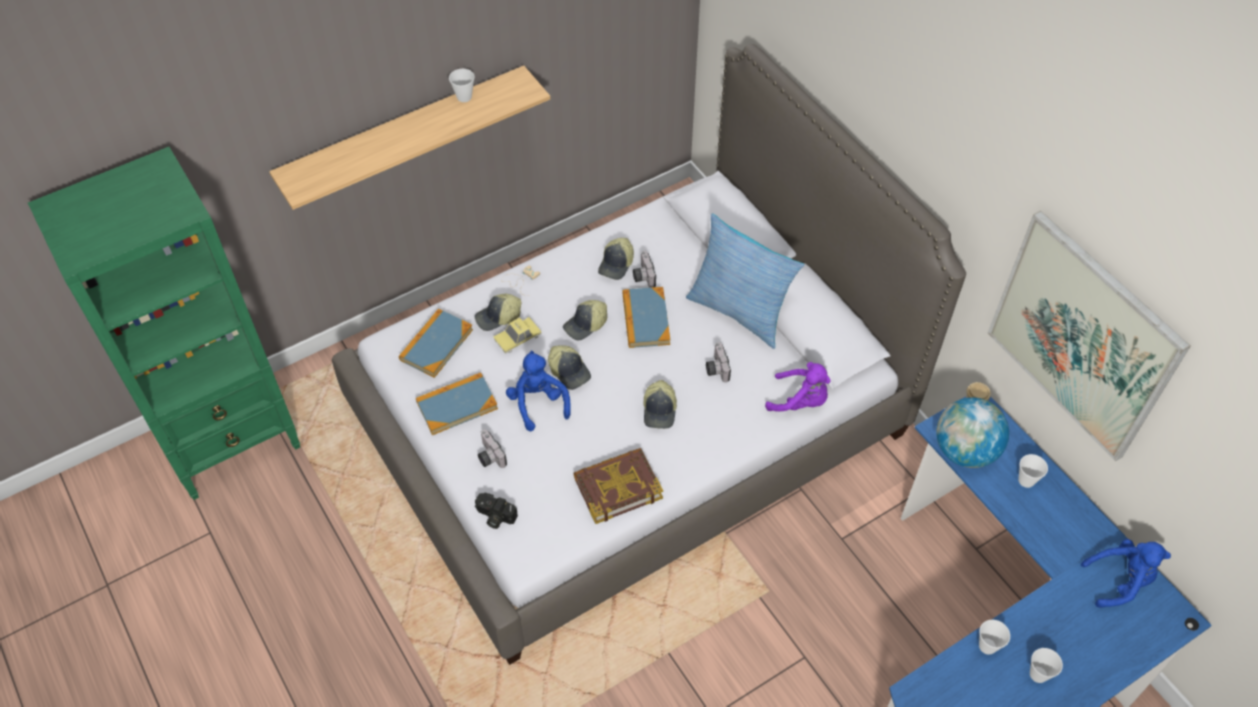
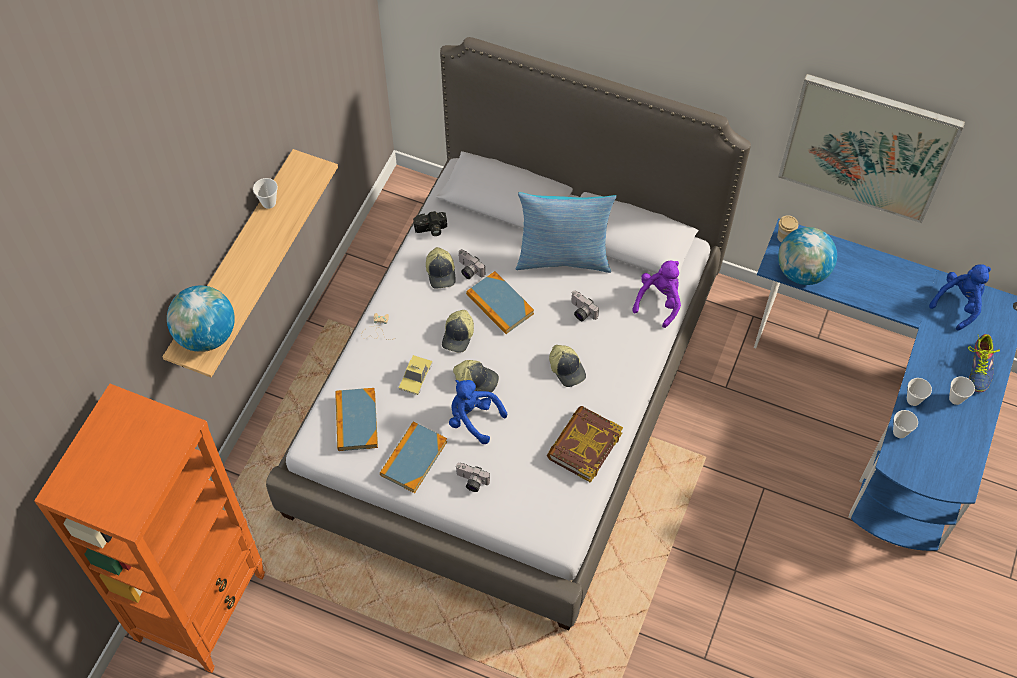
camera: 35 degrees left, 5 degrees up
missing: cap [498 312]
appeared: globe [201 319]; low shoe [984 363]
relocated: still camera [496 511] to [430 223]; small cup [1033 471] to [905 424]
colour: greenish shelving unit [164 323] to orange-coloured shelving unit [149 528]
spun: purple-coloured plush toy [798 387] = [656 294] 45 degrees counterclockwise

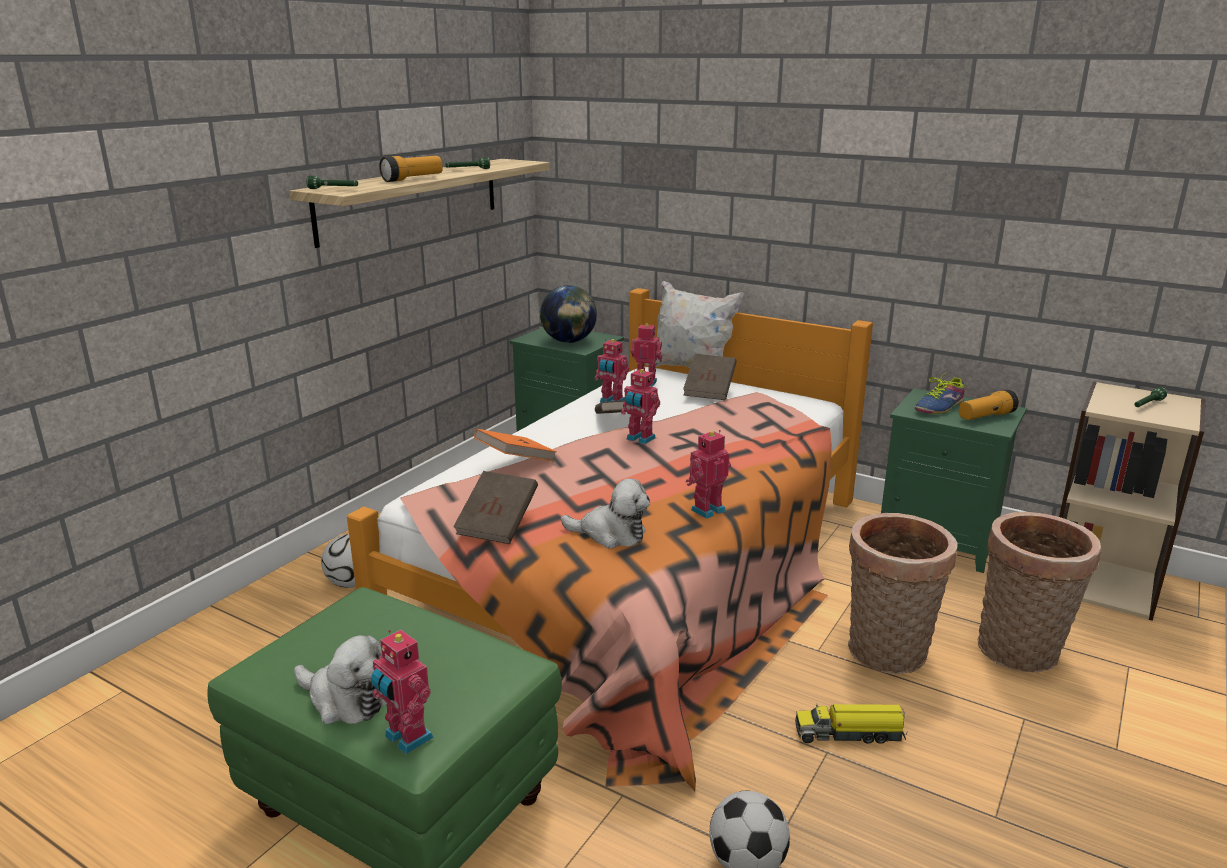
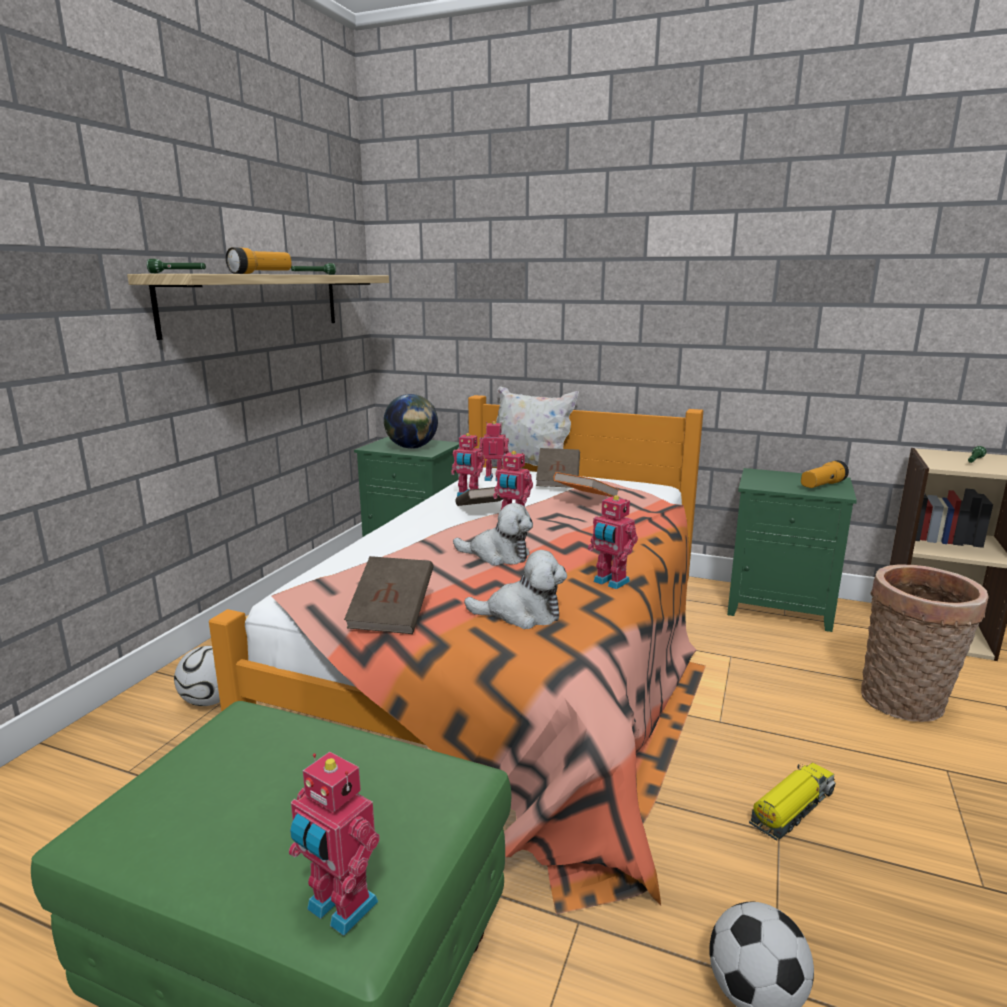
camera: 10 degrees left, 5 degrees down
missing: storage basket [903 593]; low shoe [940 393]
relocated: plush toy [341 679] to [493 534]; orange-coloured bound book [515 445] to [586 484]
spun: model robot [708 474] = [613 542] 90 degrees counterclockwise; toy lorry [850 724] = [792 802] 150 degrees clockwise

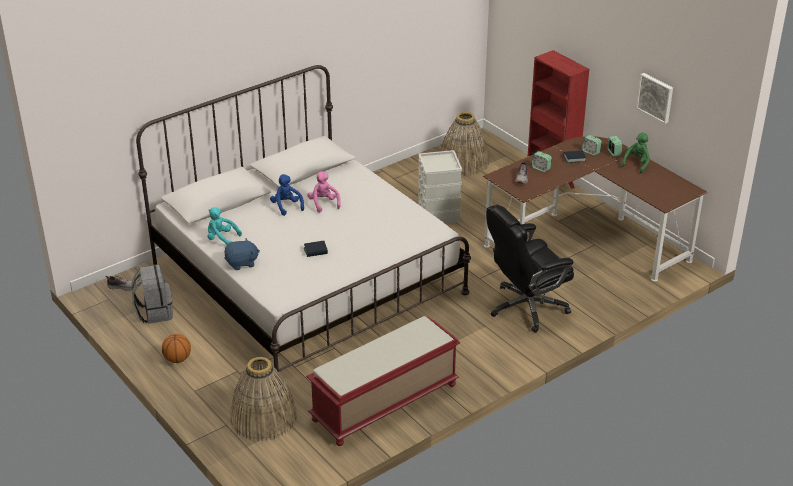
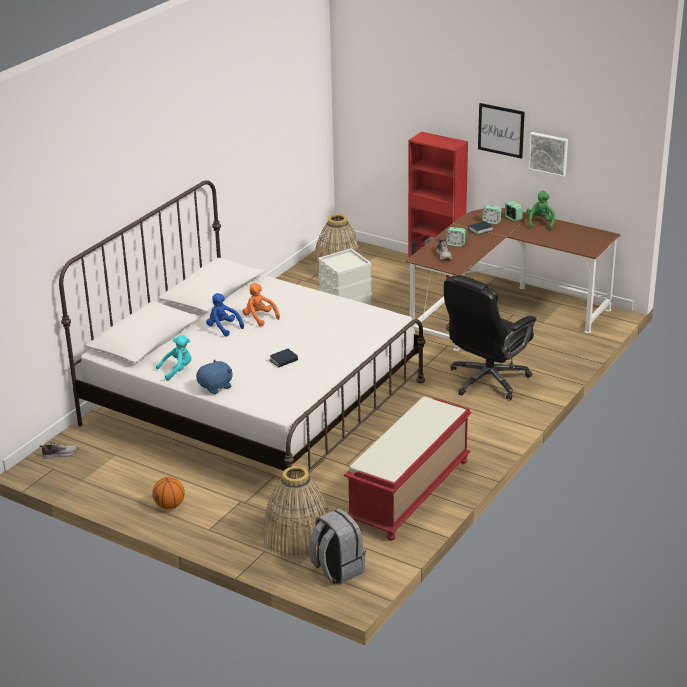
camera: 20 degrees left, 5 degrees down
appeared: picture [501 131]
relocated: grey rucksack [152 294] to [337 546]
colour: pinkish plush toy [324 192] to orange-coloured plush toy [261 304]
spun: blue-green plush toy [225 226] = [174 358] 150 degrees clockwise

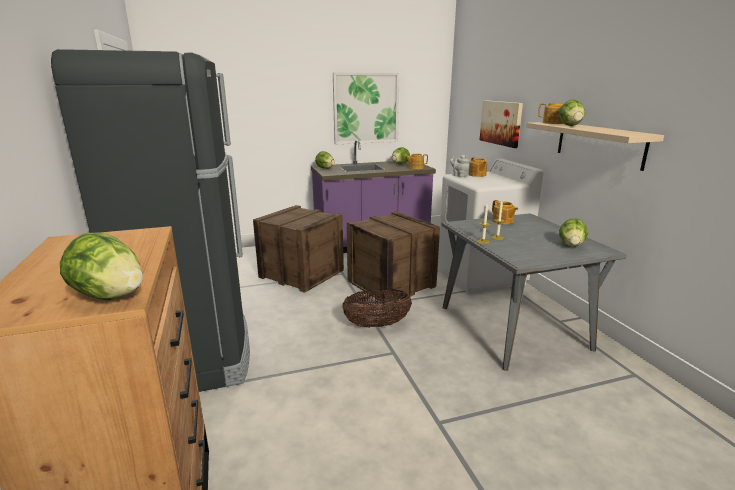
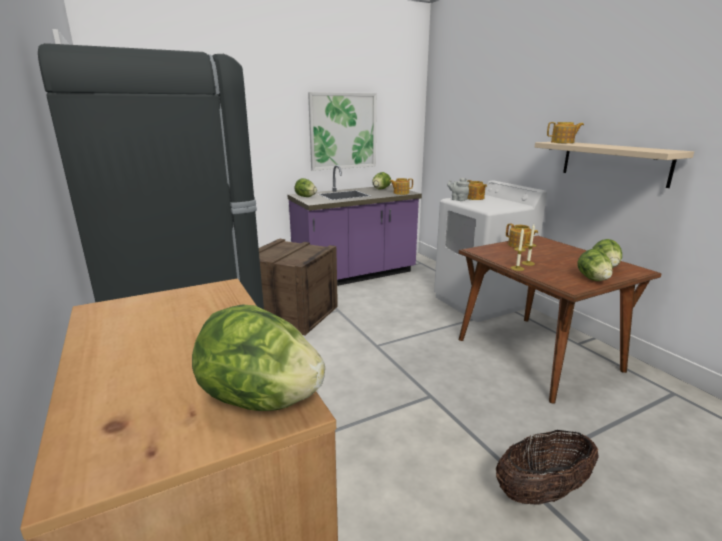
camera: 10 degrees left, 0 degrees up
missing: shipping crate [393 256]; picture [501 124]
relocated: storage basket [377 308] to [547 467]; head of lettuce [571 113] to [595 265]
colour: grey dining table [534 292] to brown dining table [560 320]

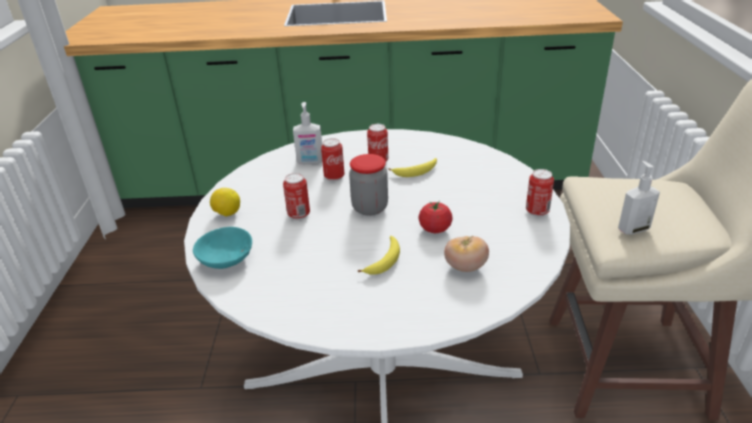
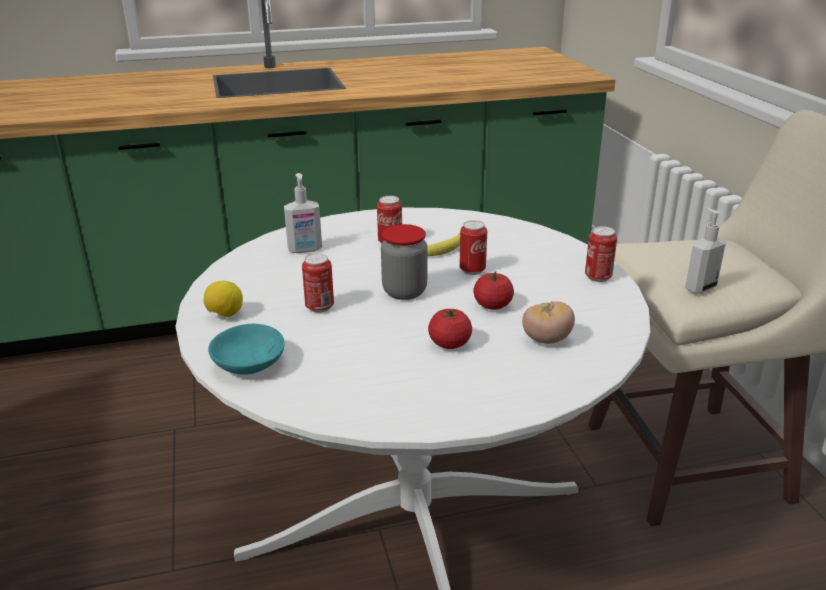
camera: 15 degrees left, 5 degrees down
relocated: can [332 159] to [473 247]
exchanged: whole banana [379 255] to fresh tomato [450 329]

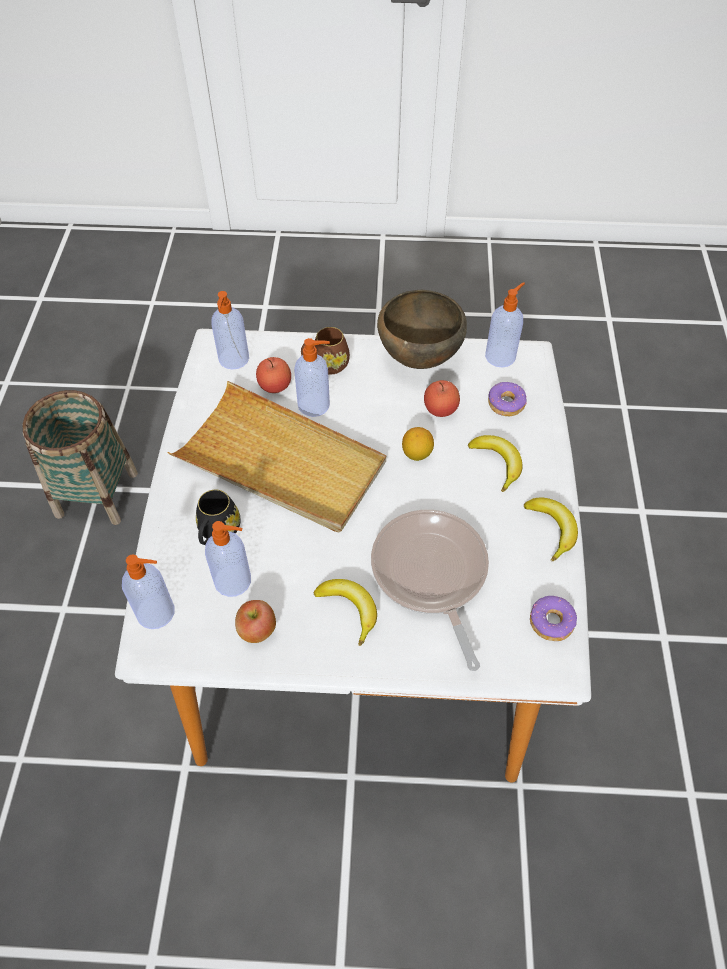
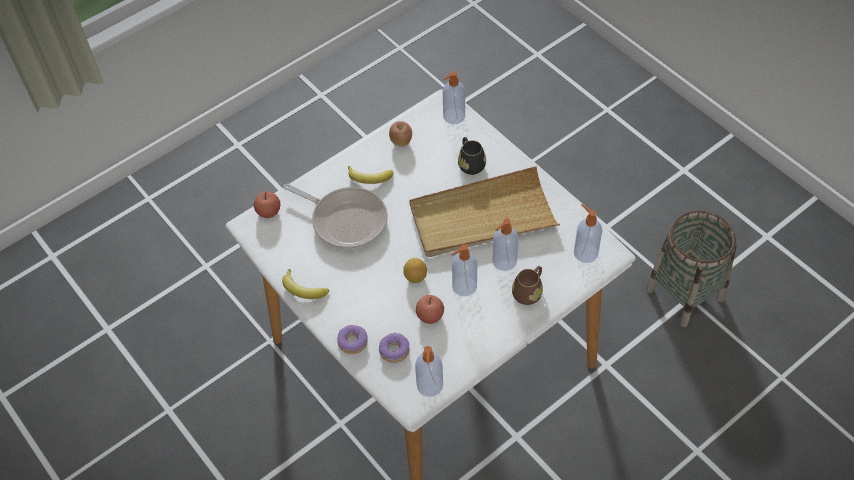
camera: 140 degrees right, 0 degrees up
missing: brown bowl [422 329]; whole banana [495 463]
relocated: soap dispenser [228 559] to [464 270]; apple [273 375] to [267 204]; doughnut [553 618] to [352 339]

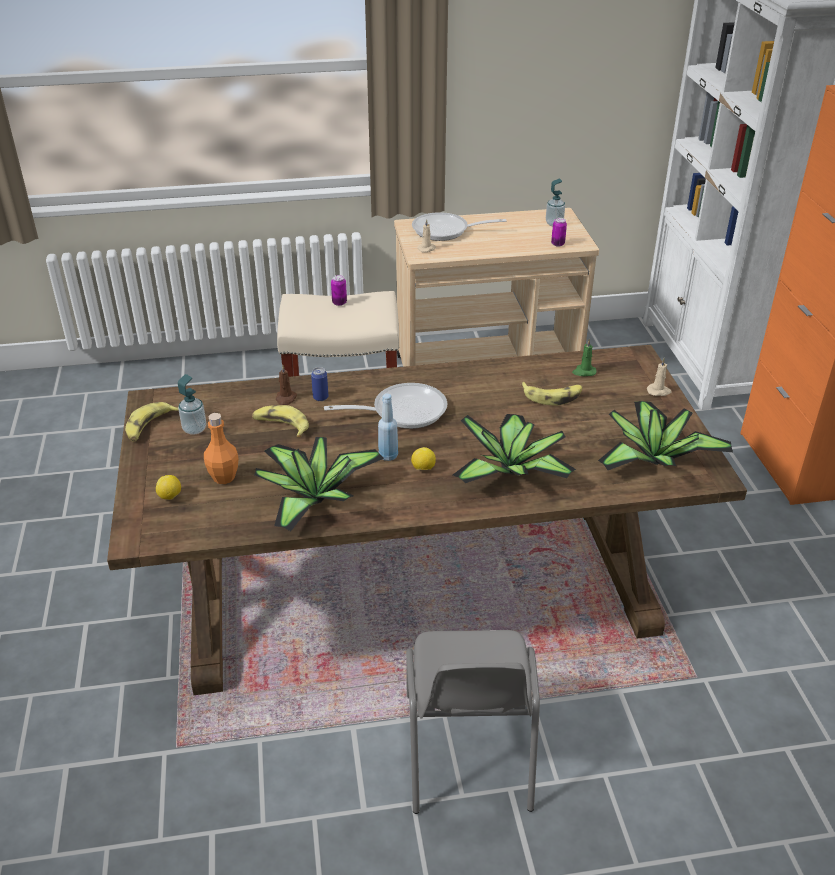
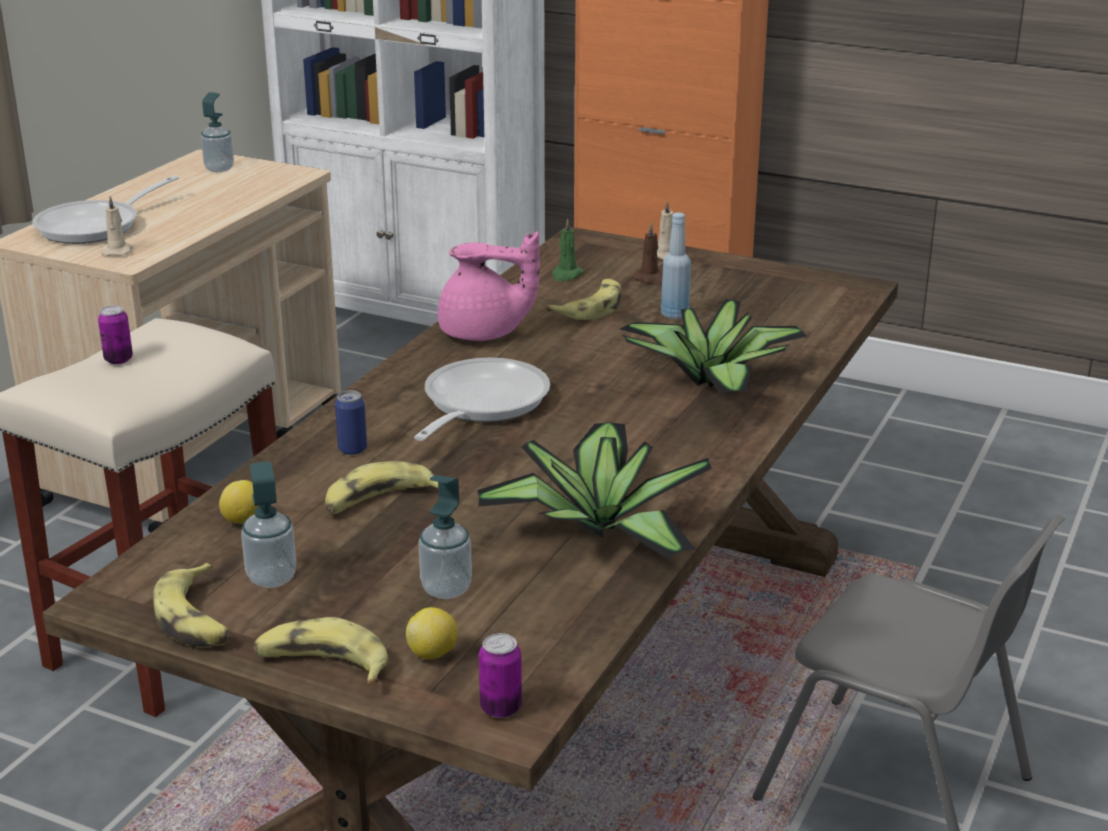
camera: 55 degrees left, 10 degrees down
missing: plant in a pot [665 435]
appeared: whole banana [321 651]; pinkish pot for tea [489 286]
relocated: brown wax candle [286 385] to [648 253]; blue drink bottle [388 427] to [676 265]; citrus fruit [423 458] to [239 502]; can [559 232] to [500 675]
exchanged: orange-coloured drink bottle [221 448] to soap dispenser [445 537]

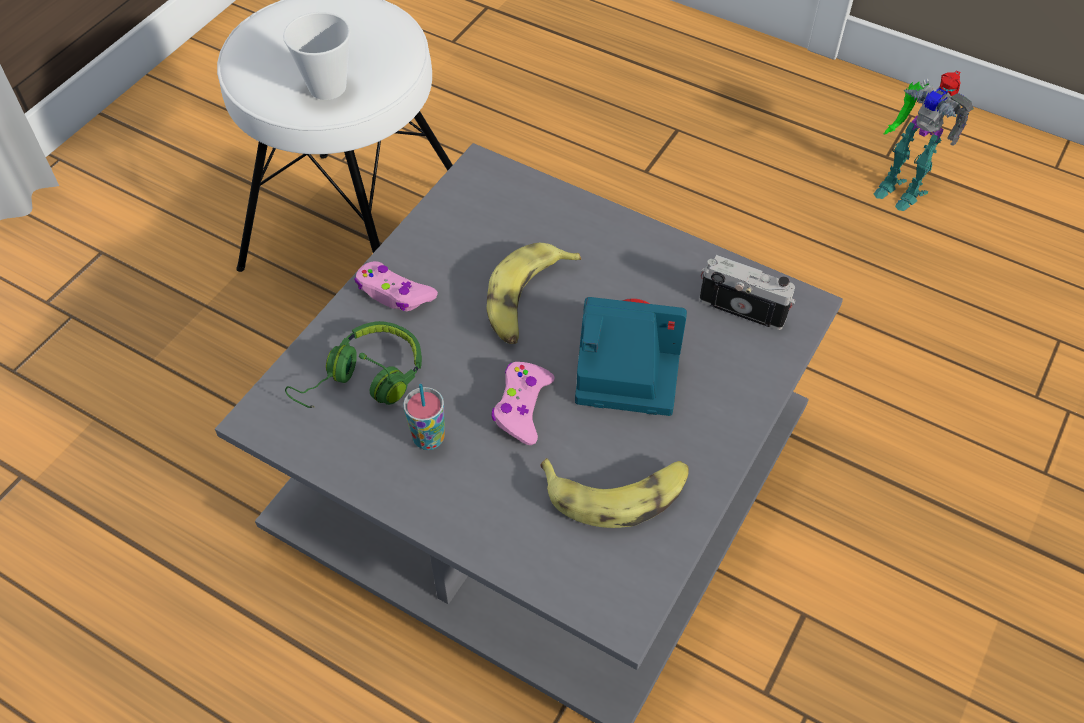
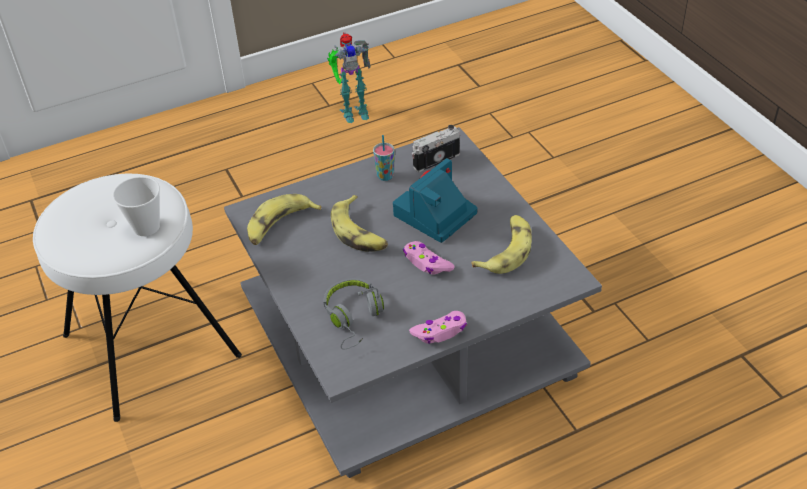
camera: 55 degrees left, 10 degrees down
appeared: whole banana [284 219]
relocated: pinkish gamepad [396 286] to [438 327]; small cup [424 417] to [384 158]
colour: greenish headset [353 364] to grey headset [354 313]

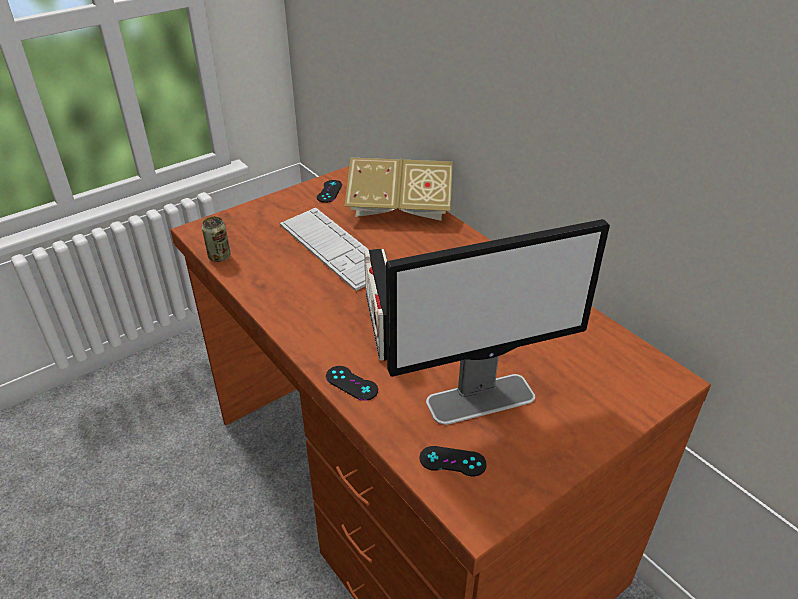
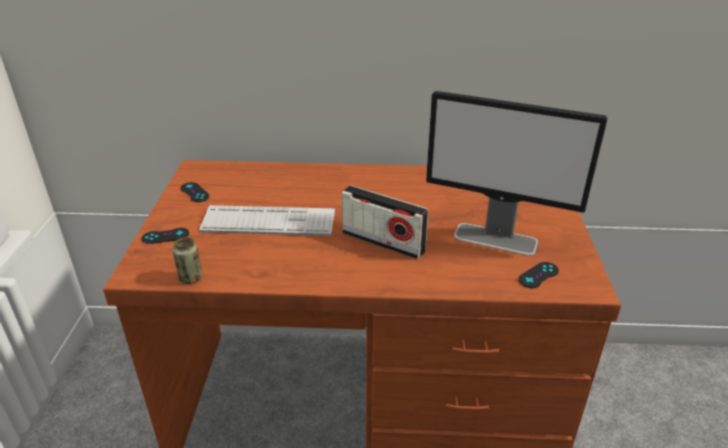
camera: 50 degrees left, 5 degrees down
missing: bound book [399 189]
relocated: black gamepad [352 383] to [165 236]
spun: computer screen [498 322] = [517 173] 90 degrees clockwise

